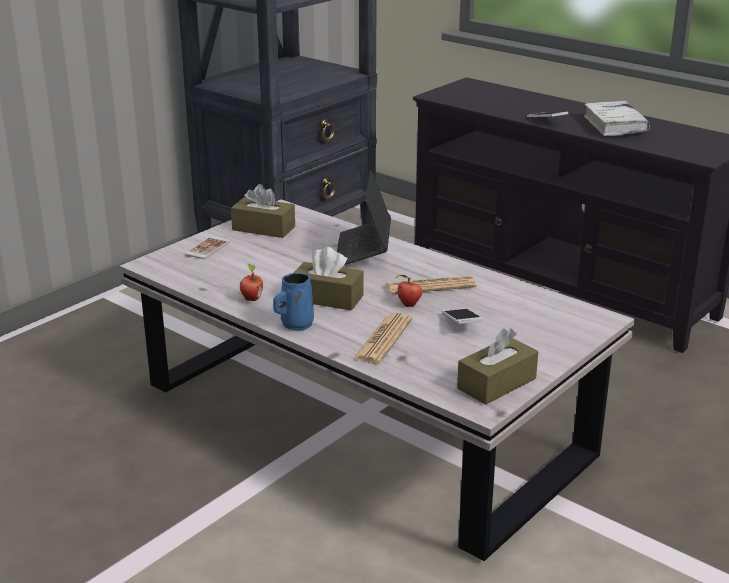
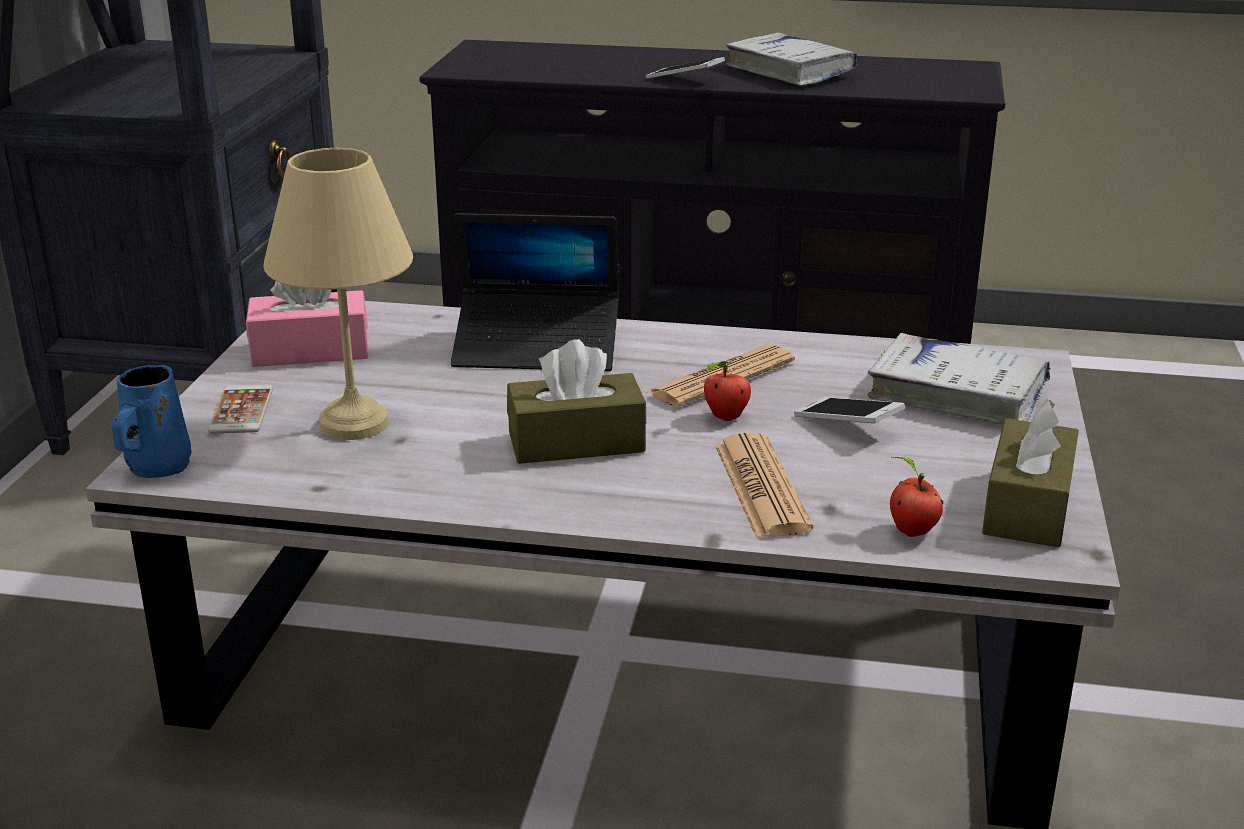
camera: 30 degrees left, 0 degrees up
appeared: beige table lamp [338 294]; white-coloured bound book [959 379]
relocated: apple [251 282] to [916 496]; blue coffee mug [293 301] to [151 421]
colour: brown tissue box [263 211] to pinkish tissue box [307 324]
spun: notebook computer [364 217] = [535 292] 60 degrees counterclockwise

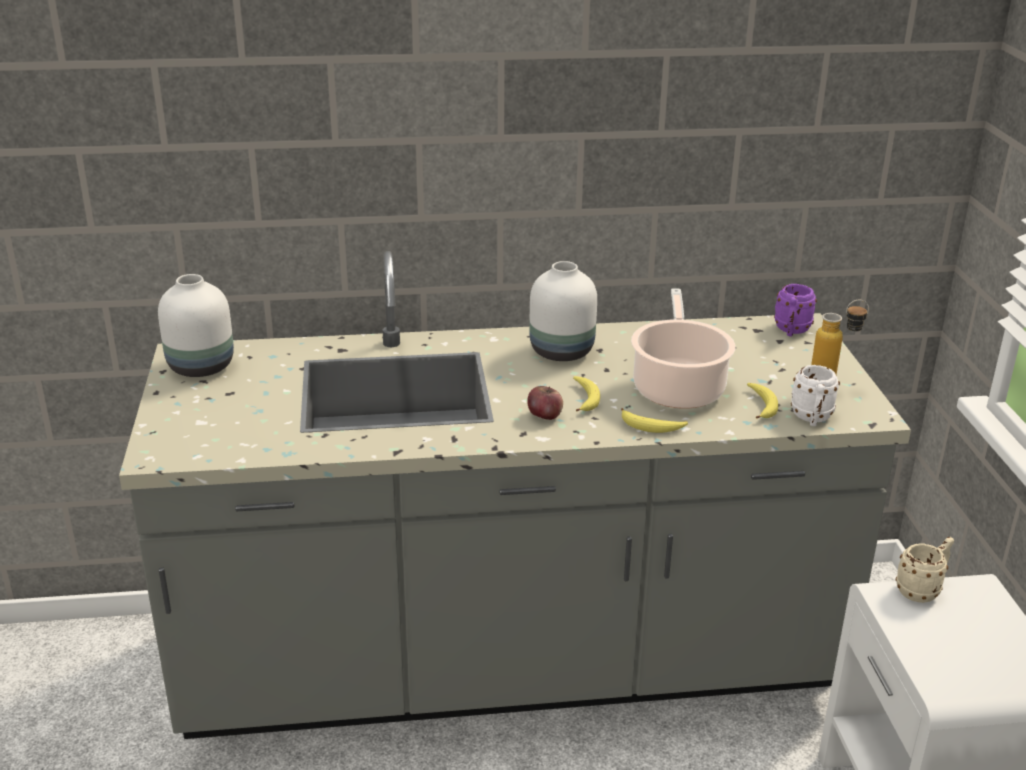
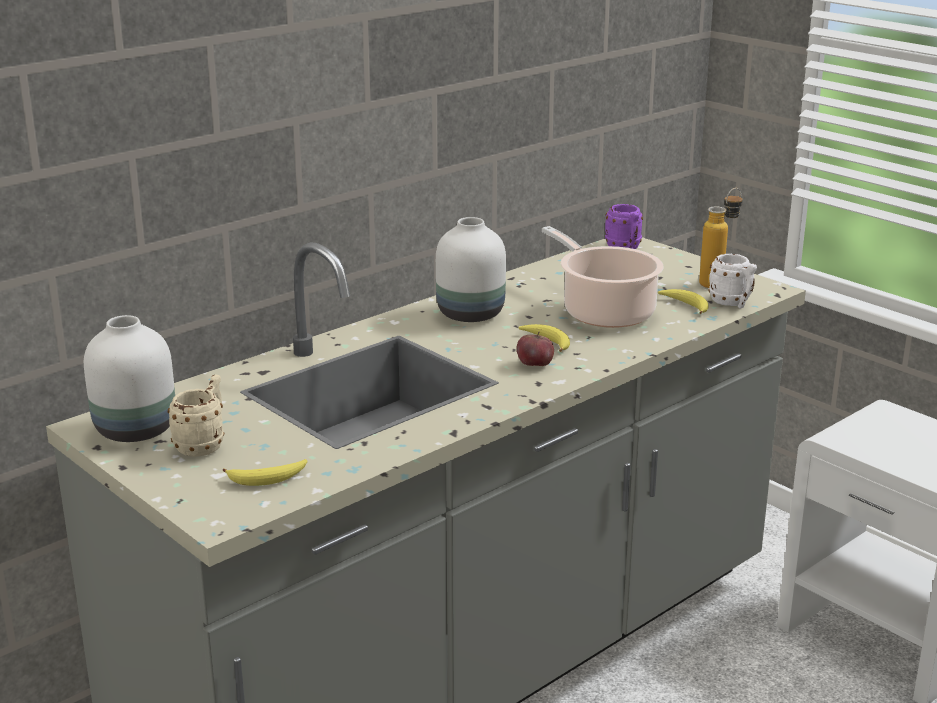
camera: 35 degrees left, 5 degrees down
relocated: whole banana [654 420] to [265 472]; beige coffee mug [925 570] to [196 415]

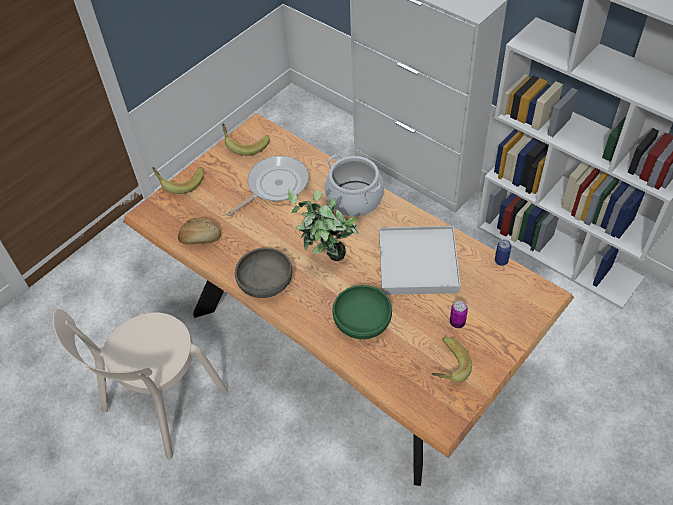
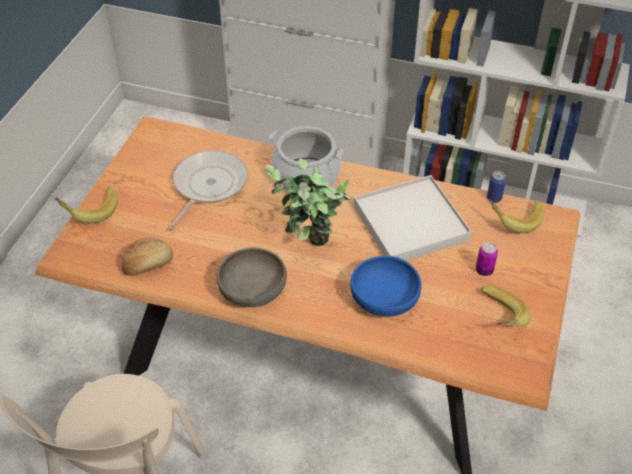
camera: 25 degrees left, 5 degrees down
relocated: whole banana [246 140] to [516 216]
colour: greenish bowl [362 312] to blue bowl [386 286]

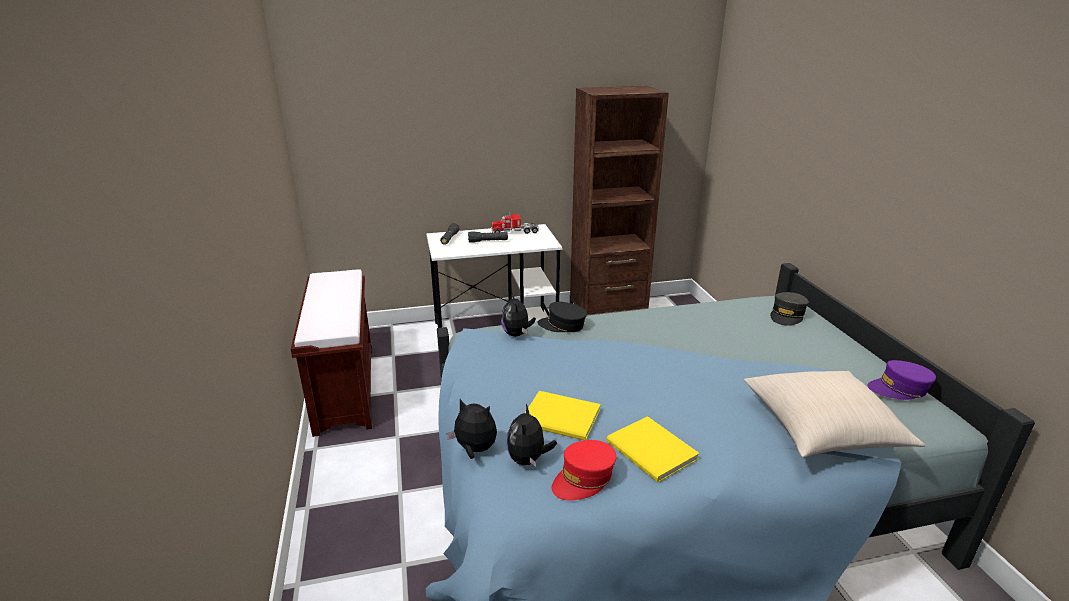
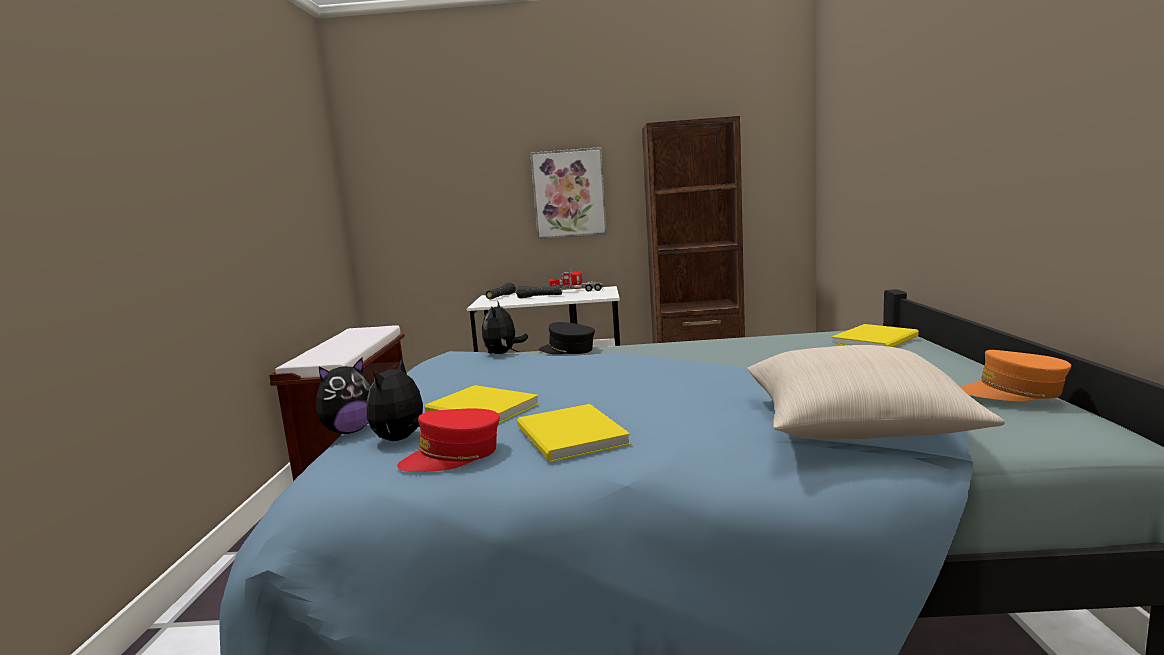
camera: 15 degrees right, 15 degrees down
appeared: picture [568 193]
exchanged: grey cap [789 309] to yellow-coloured bound book [875 335]
colour: purple-coloured cap [901 380] to orange-coloured cap [1015 375]
spun: plush toy [472 429] = [343 396] 105 degrees clockwise

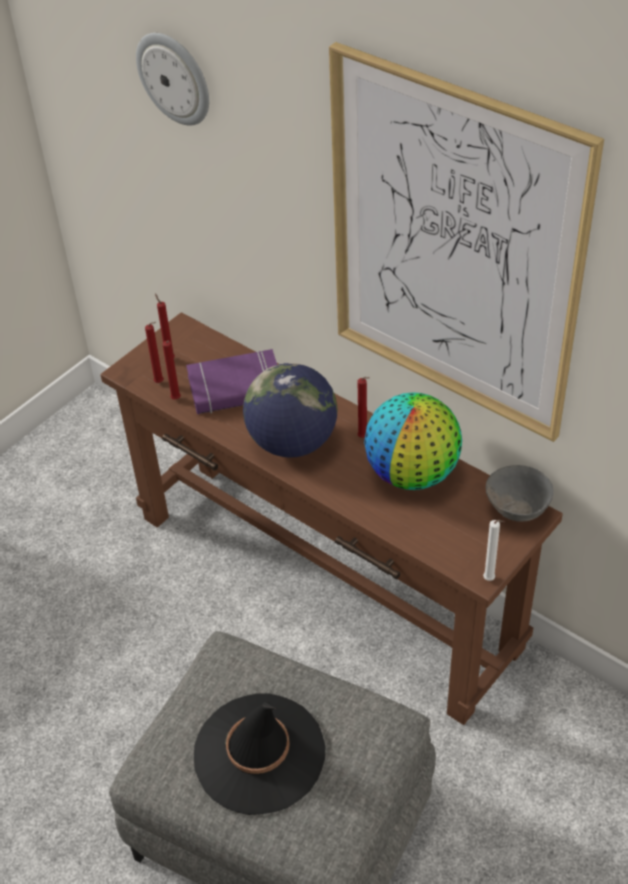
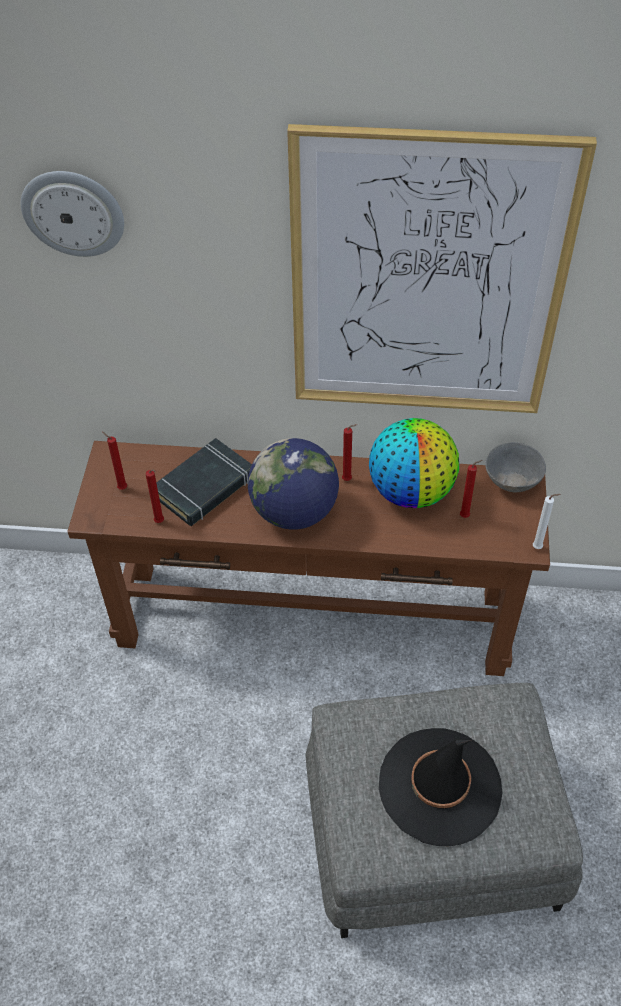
camera: 35 degrees left, 5 degrees up
relocated: red wax candle [154 352] to [471 489]
colour: purple-coloured bound book [231 381] to black bound book [204 482]

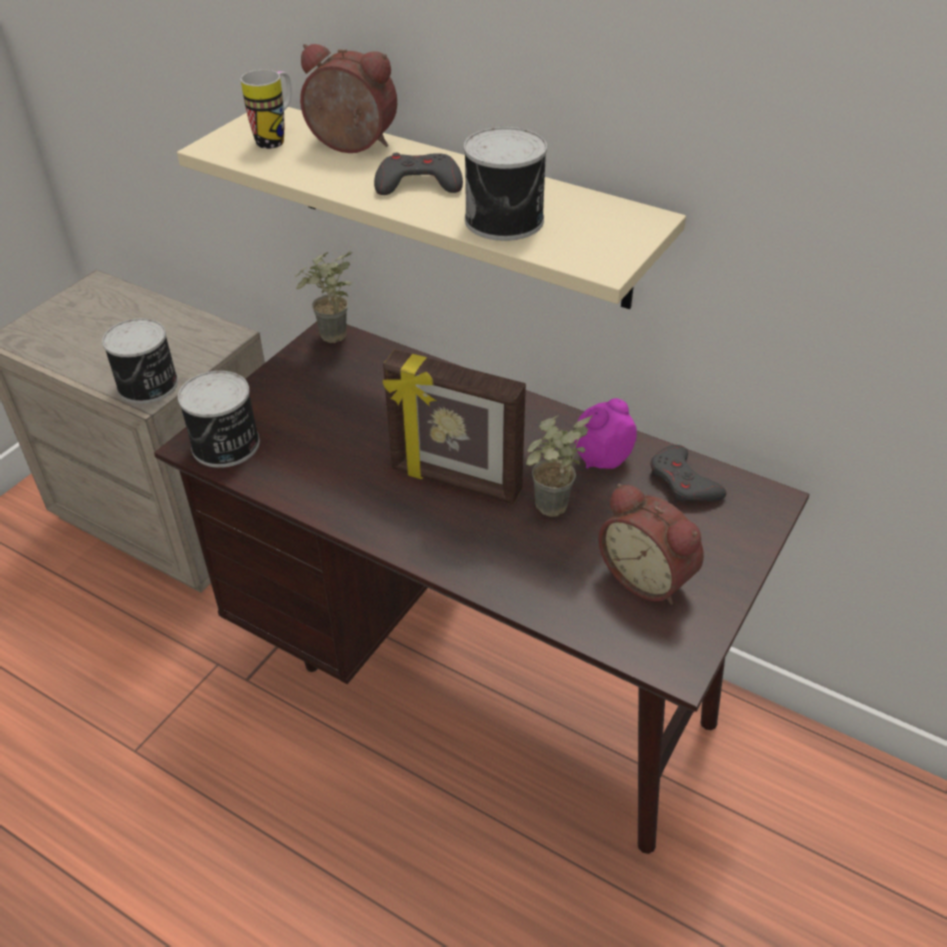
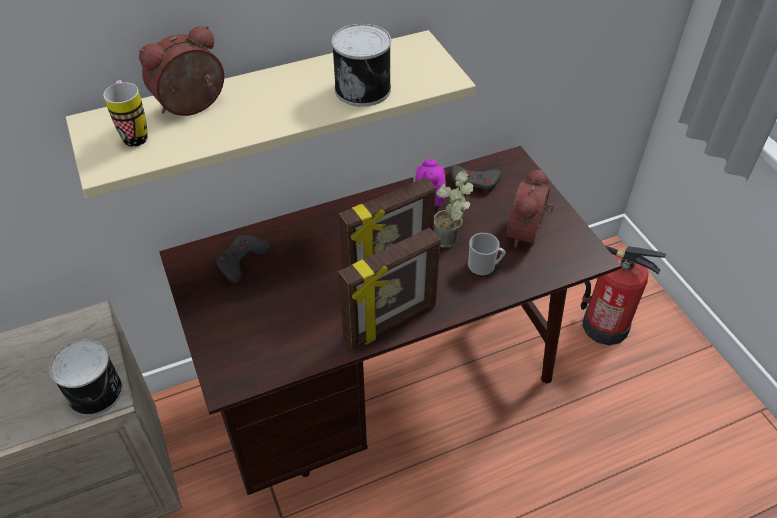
camera: 55 degrees left, 5 degrees up
missing: can [219 419]; plant in a pot [323 297]
appeared: photo frame [389 289]; coffee mug [486 254]; fire-fighting cylinder [624 295]
relocated: grey gamepad [418 174] to [243 259]
spun: table clock [651 544] = [530 208] 120 degrees clockwise

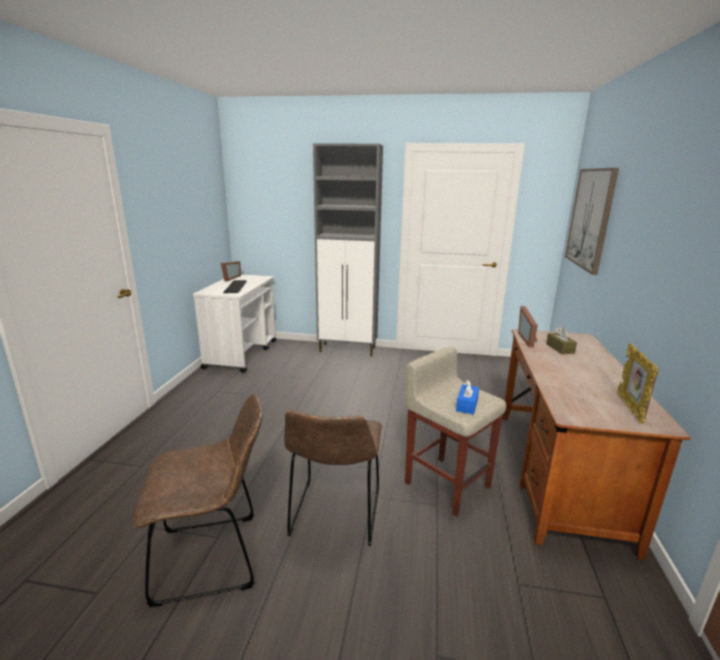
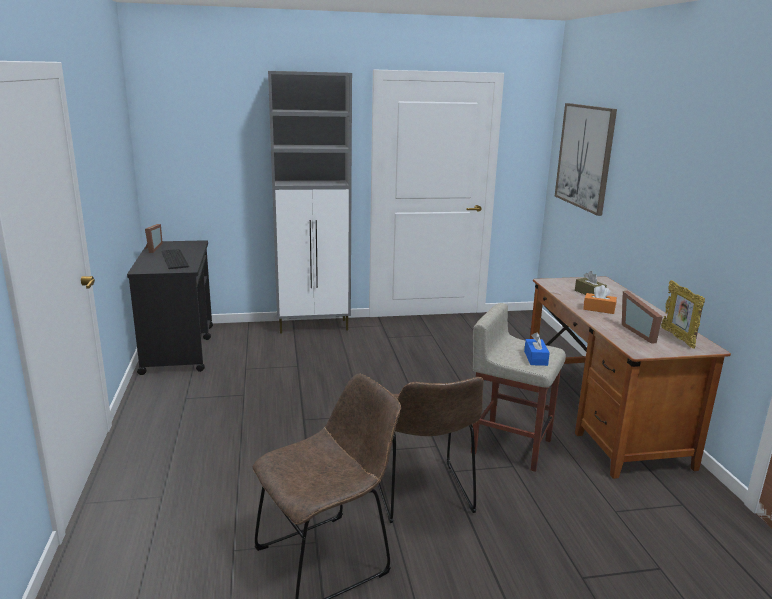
camera: 20 degrees left, 0 degrees up
appeared: orange-coloured tissue box [600 299]
relocated: photo frame [528 326] to [642 317]
colour: white-coloured cart [235 323] to black cart [170 307]

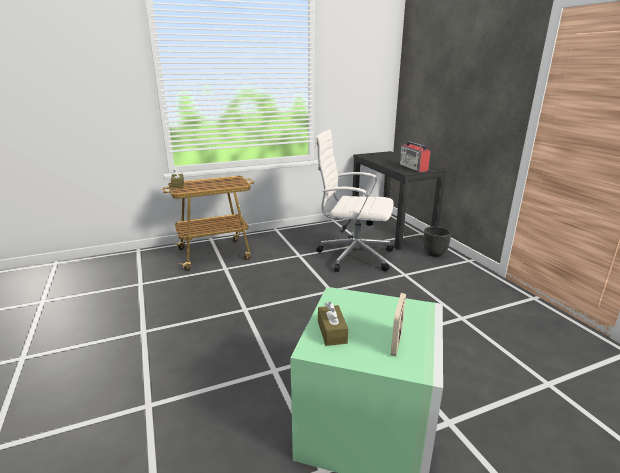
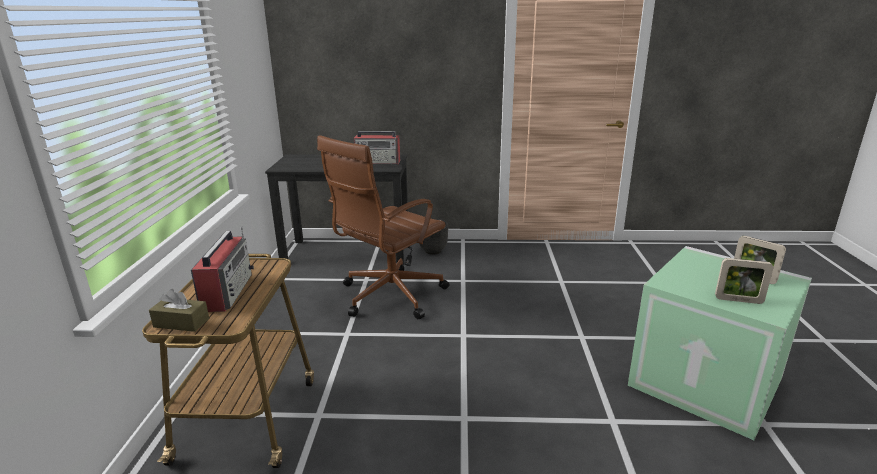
camera: 65 degrees left, 0 degrees up
appeared: radio [222 269]
exchanged: brown tissue box [333 324] to photo frame [744 281]
colour: white-coloured desk chair [354 200] to brown desk chair [383 227]

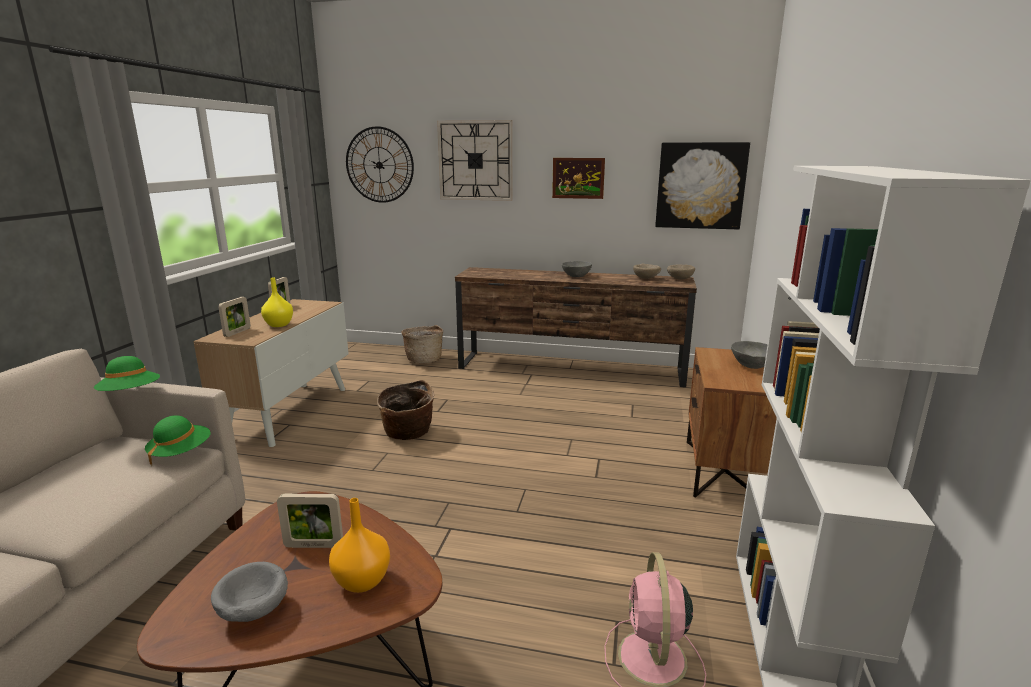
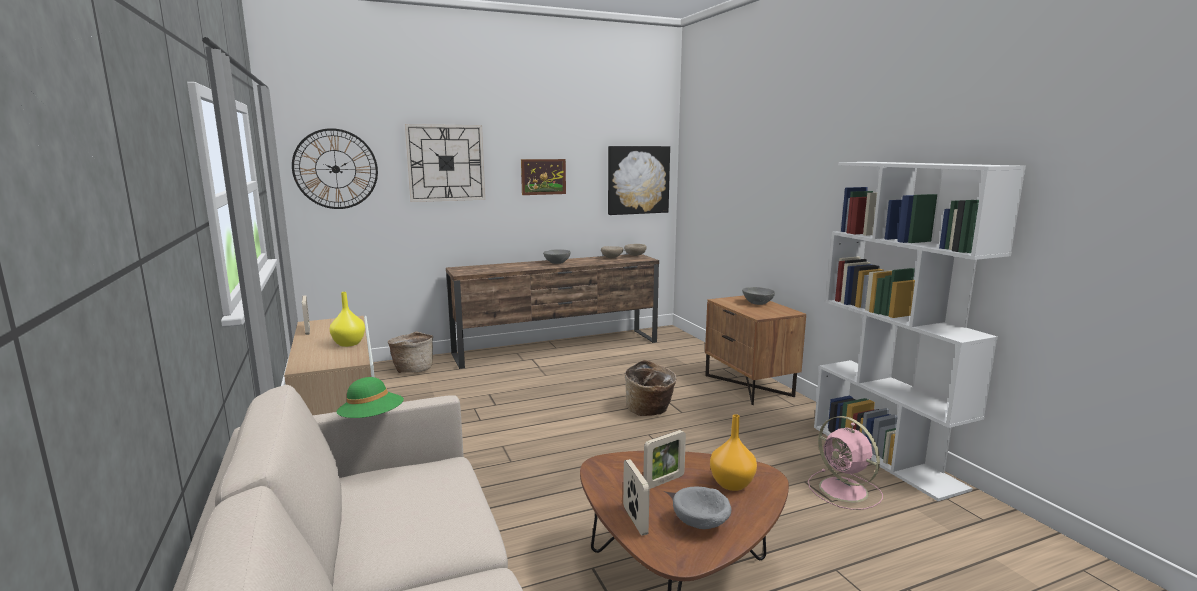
camera: 35 degrees left, 5 degrees down
missing: greenish clothing hat [178 440]
relocated: photo frame [234 317] to [636 497]; storage basket [405 410] to [651 388]

